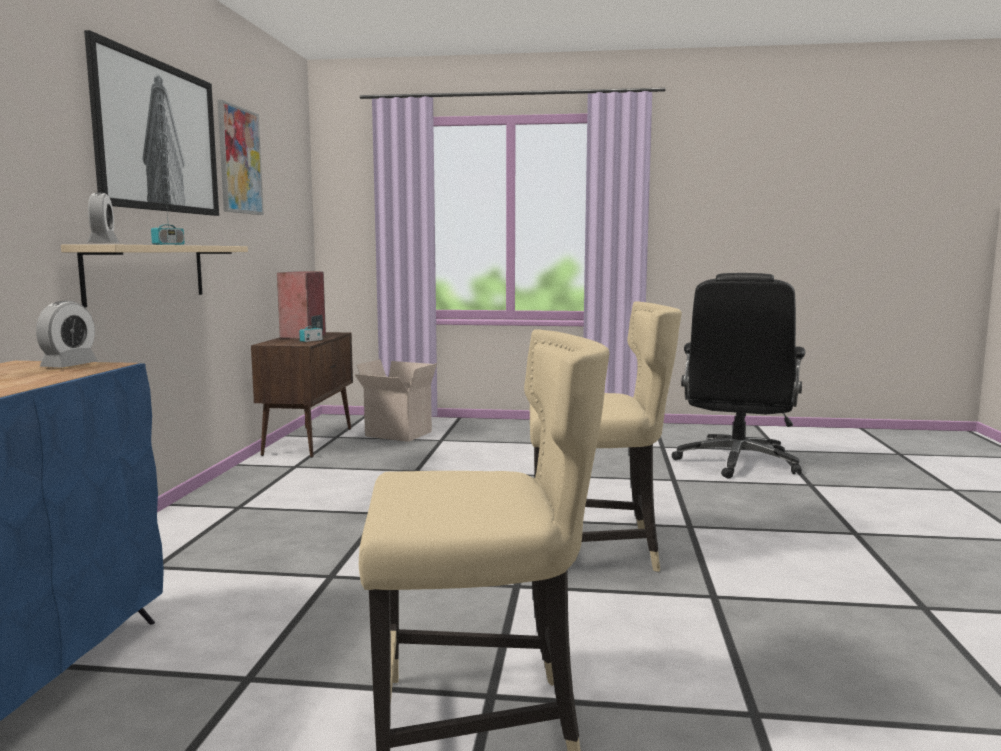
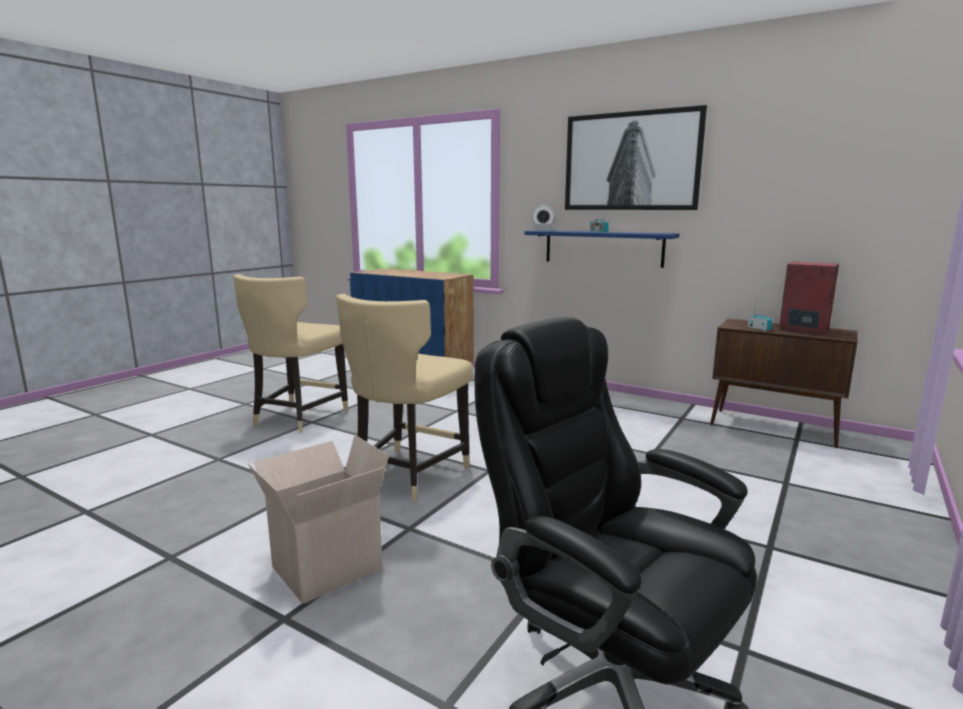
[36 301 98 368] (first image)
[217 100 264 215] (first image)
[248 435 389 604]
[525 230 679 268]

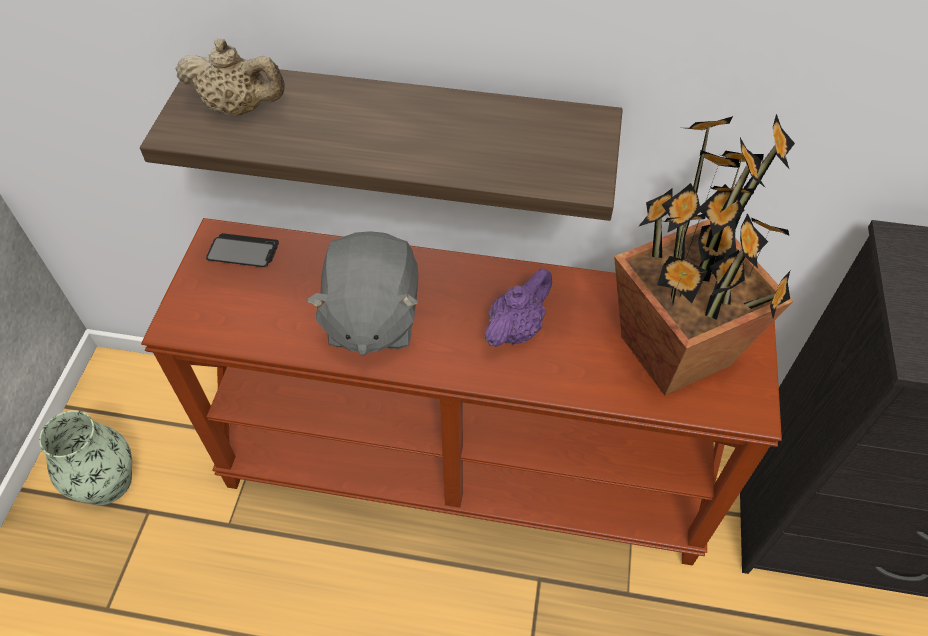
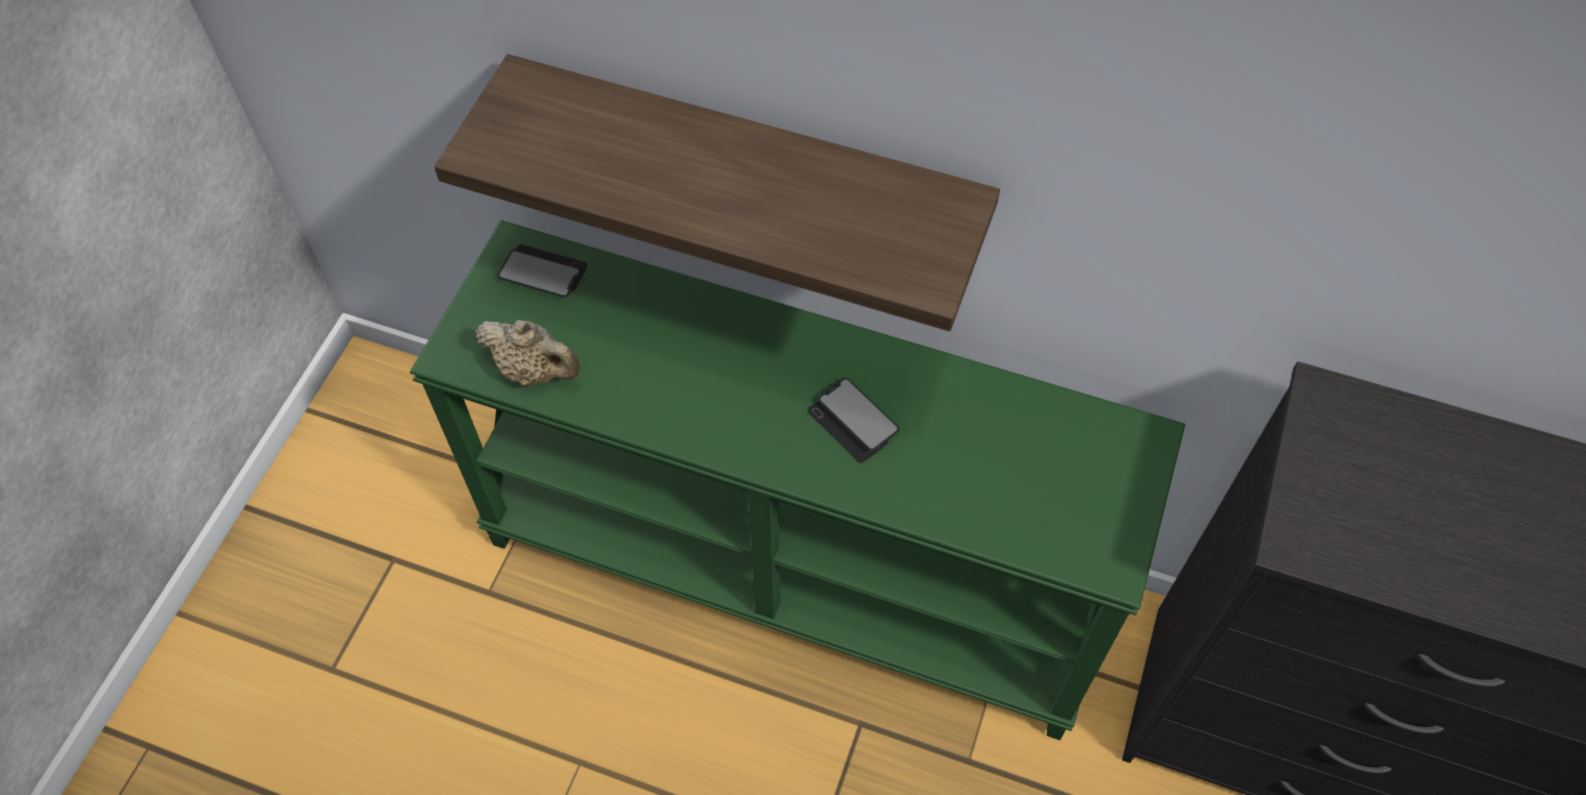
[39 410 132 505] (first image)
[306 231 419 356] (first image)
[614 114 795 395] (first image)
[475 320 581 386]
[807 378 899 463]
[410 220 1185 740]

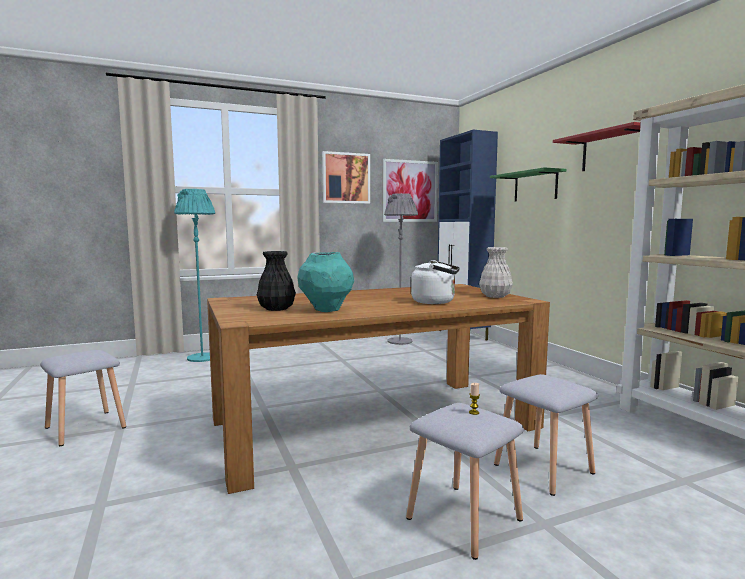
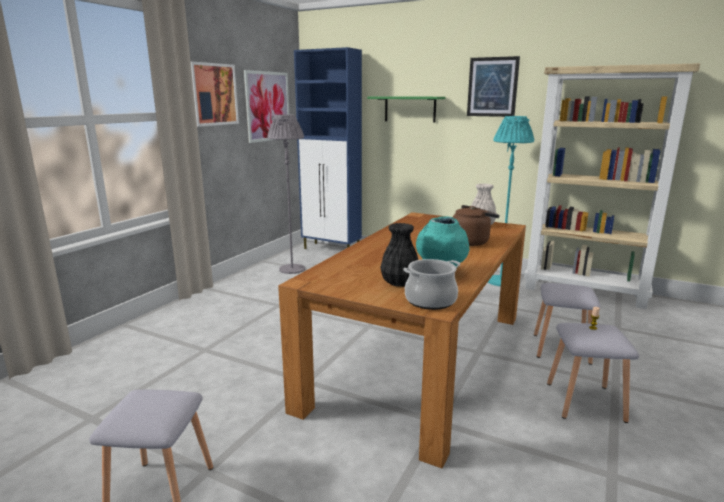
[403 259 460 310]
[488 116 534 286]
[467 56 520 117]
[453 205 499 246]

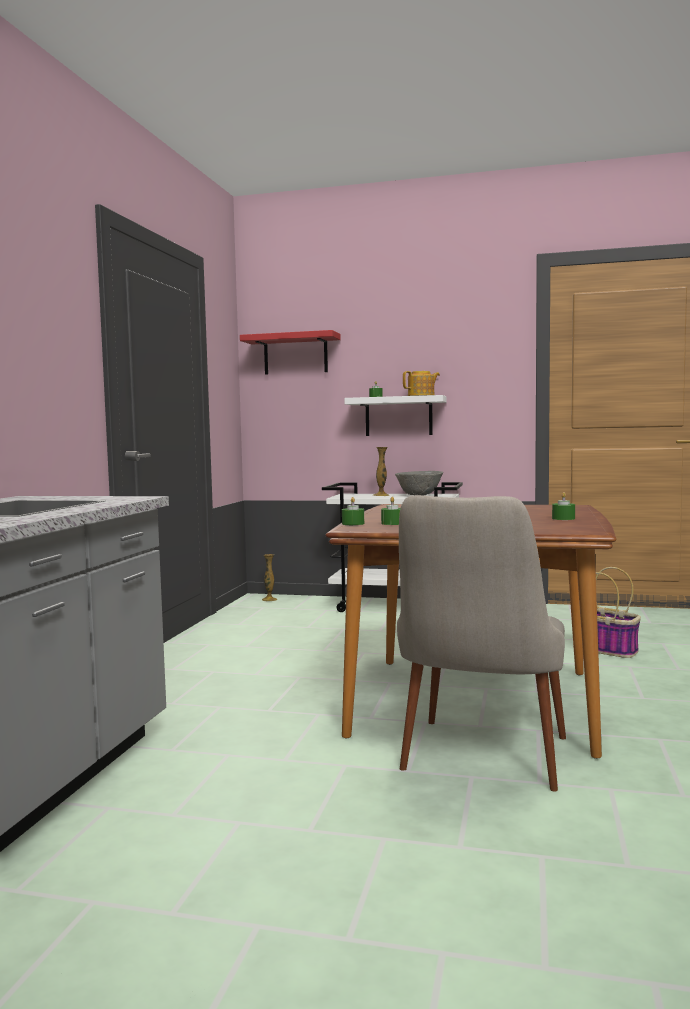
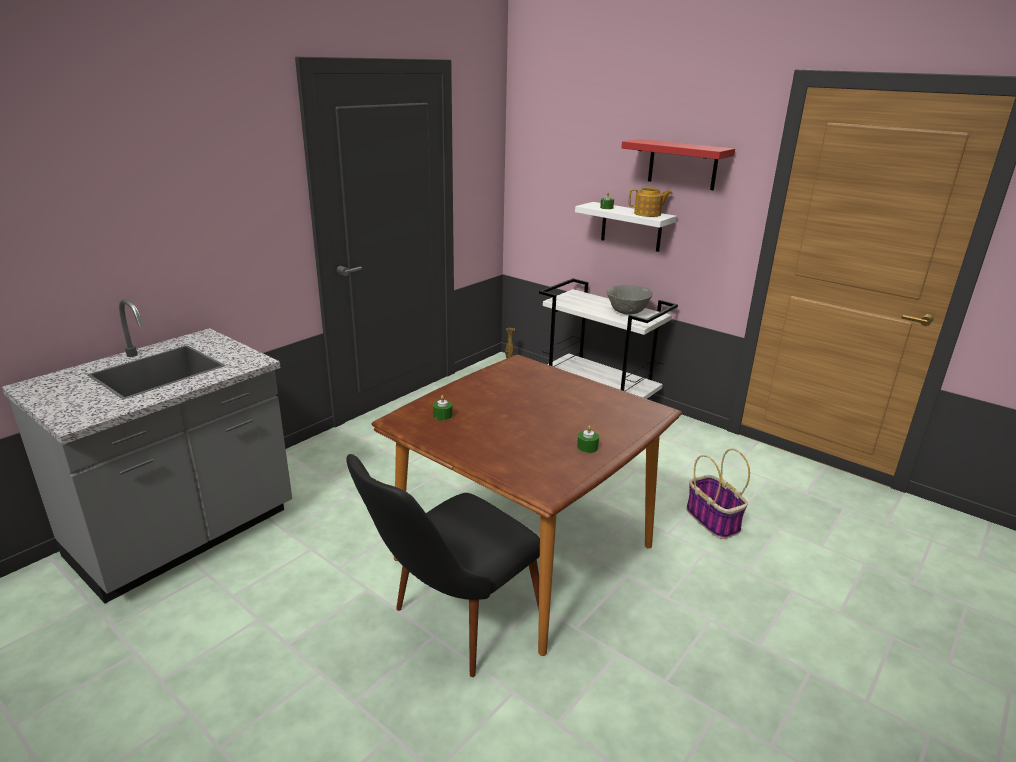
[342 497 364 525] (first image)
[373 447 390 496] (first image)
[621 139 735 190]
[346 454 540 677]

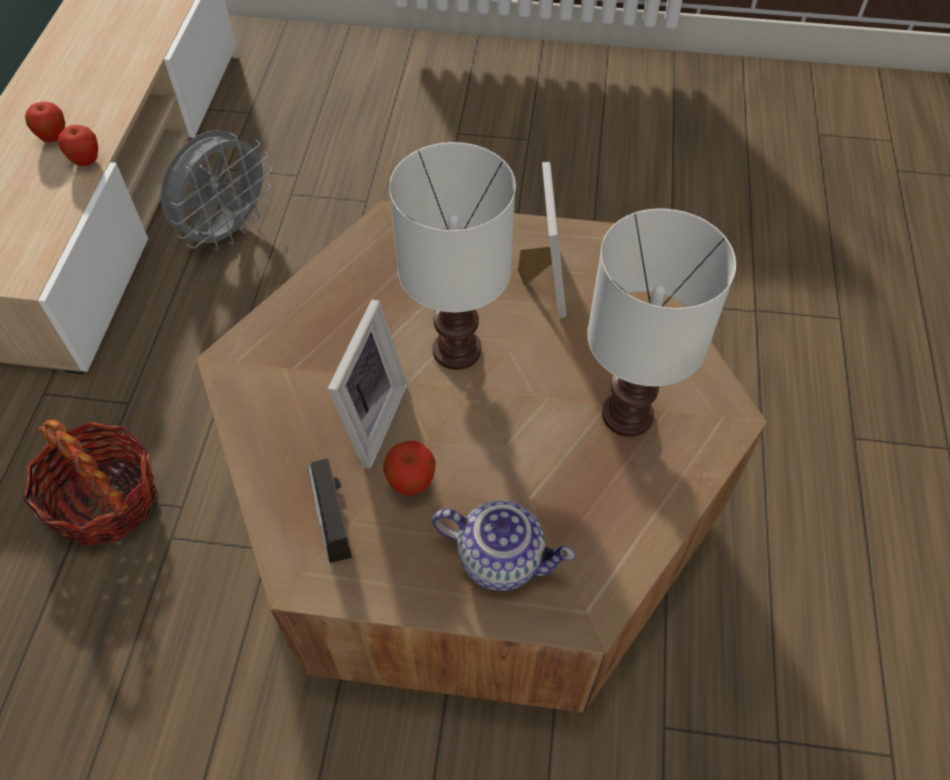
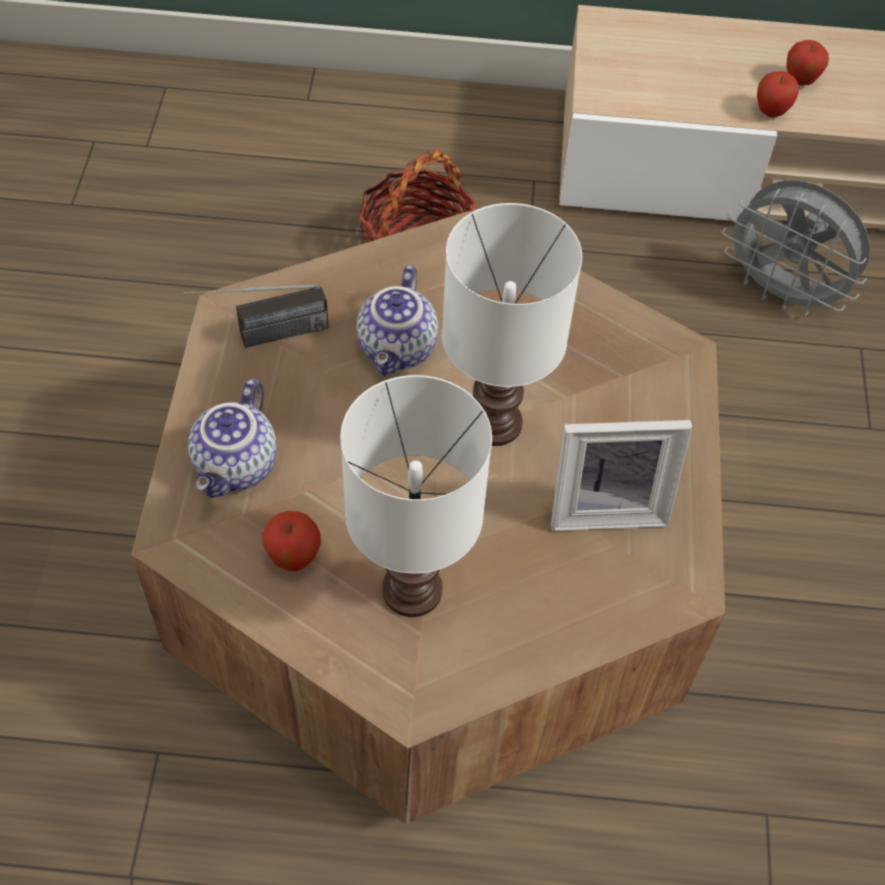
[262 511 321 571]
[357 265 438 376]

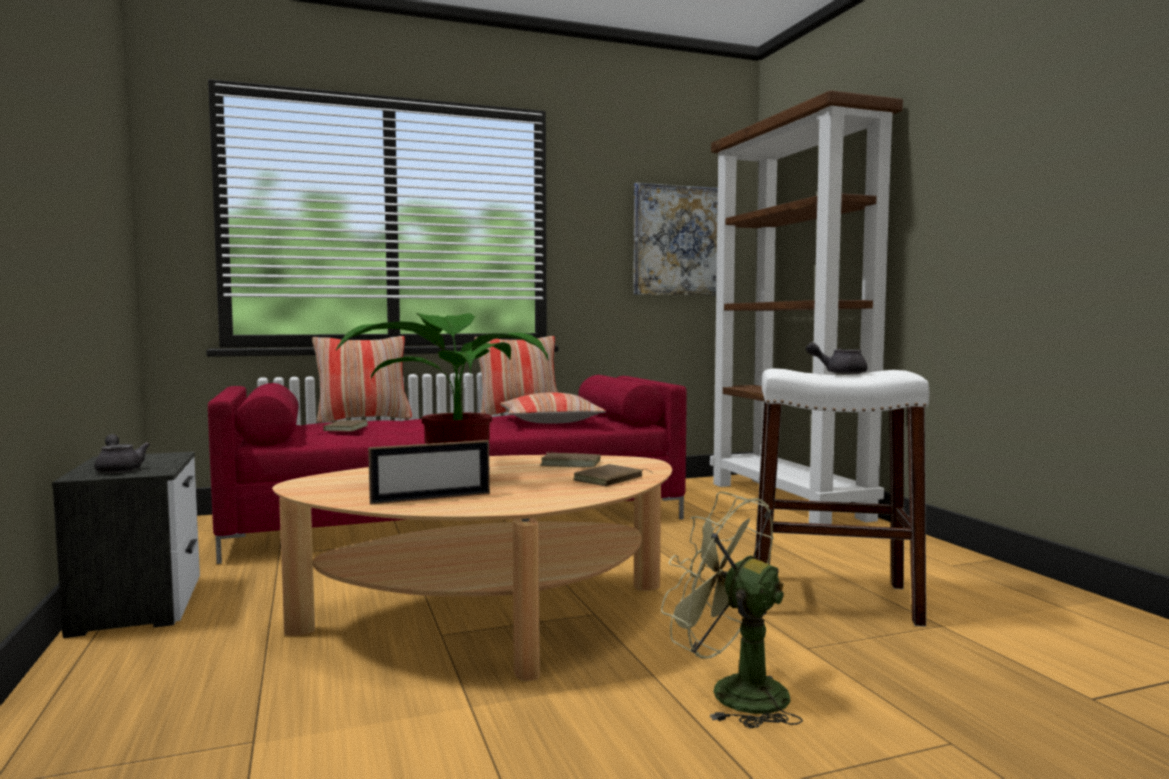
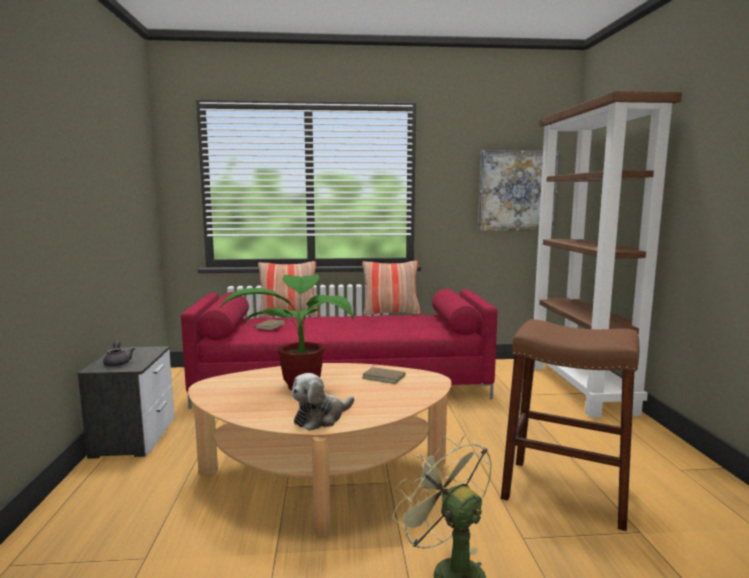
[368 440 490 505] (first image)
[500 392 606 424] (first image)
[573 464 652 486] (first image)
[806 342 867 374] (first image)
[292 373 354 431]
[501 319 639 531]

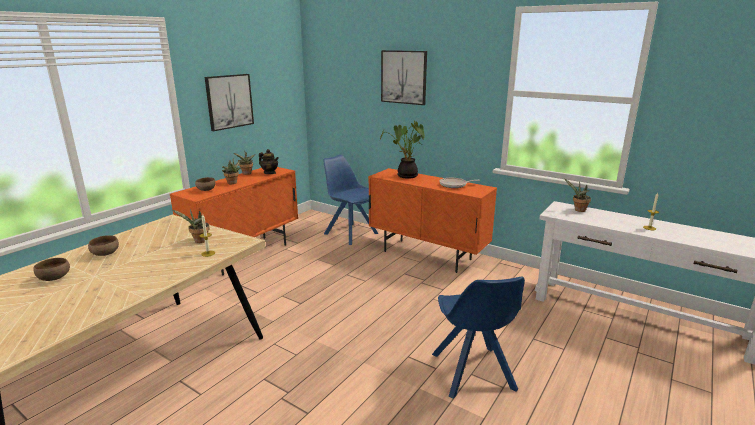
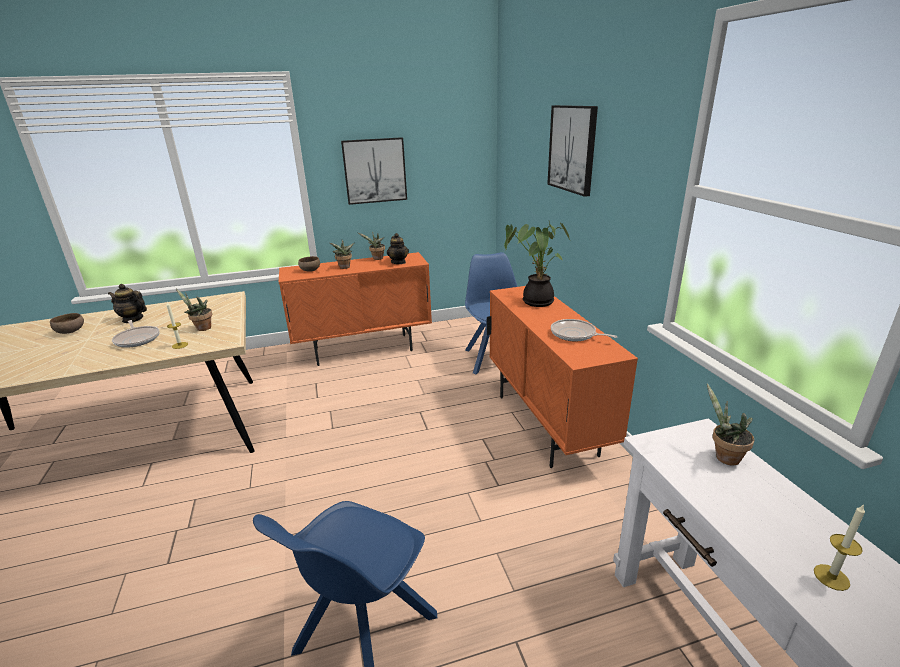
[112 320 160 348]
[108 284 147 323]

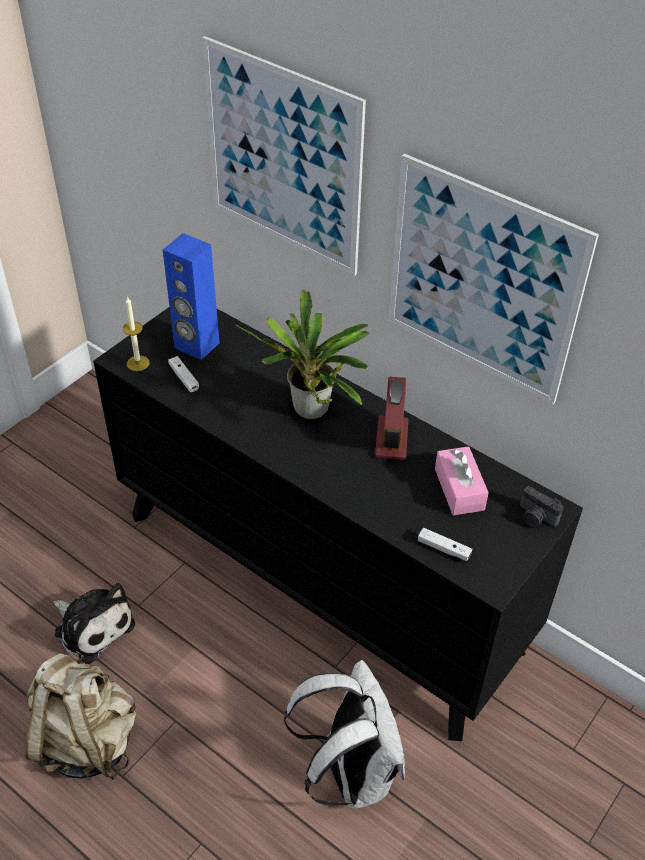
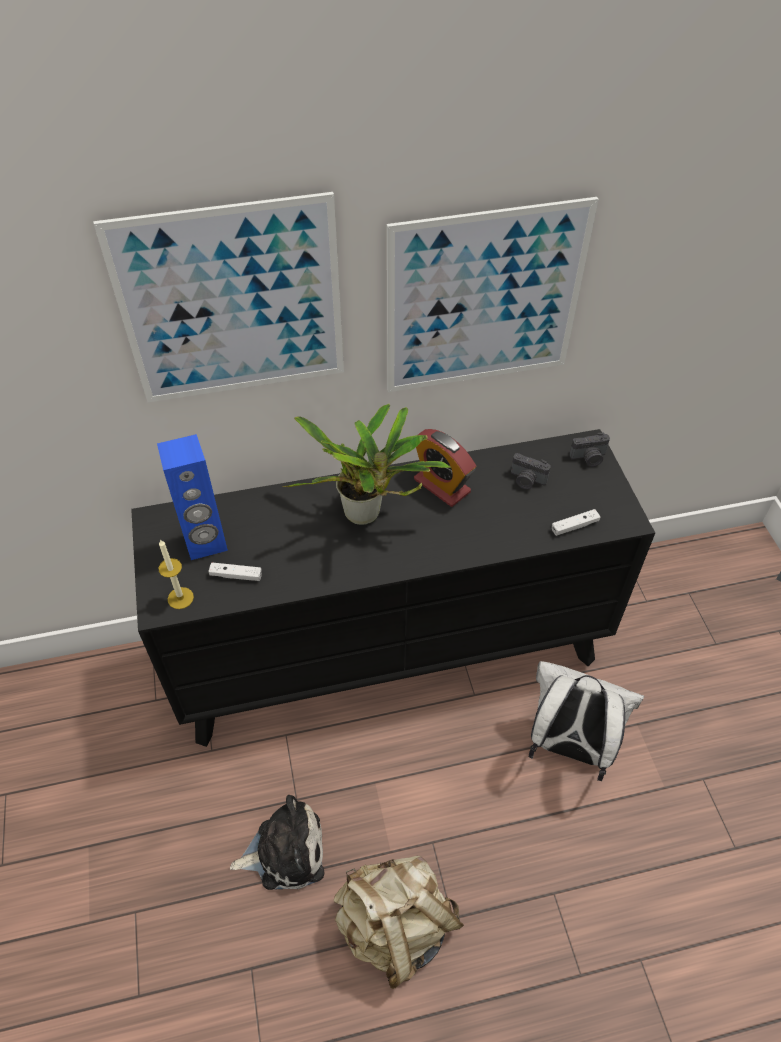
[511 453 551 489]

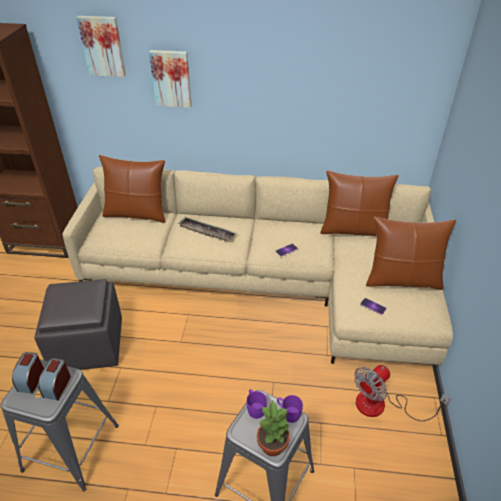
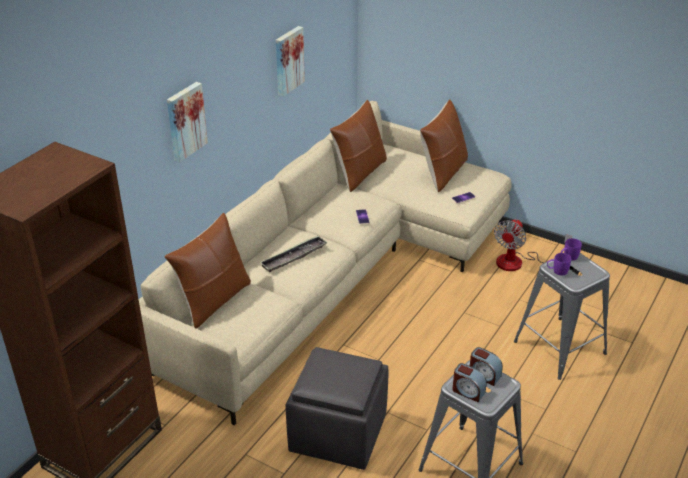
[257 400 290 456] (first image)
[276 26 305 97]
[494 219 572 271]

